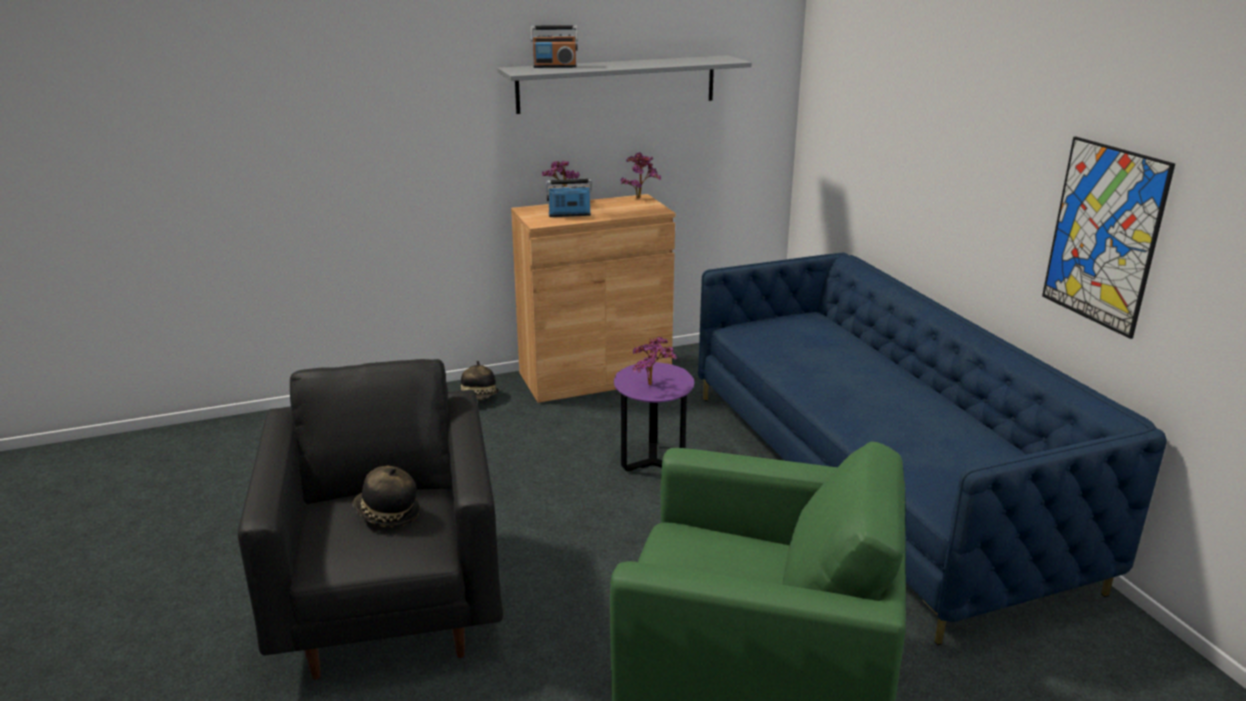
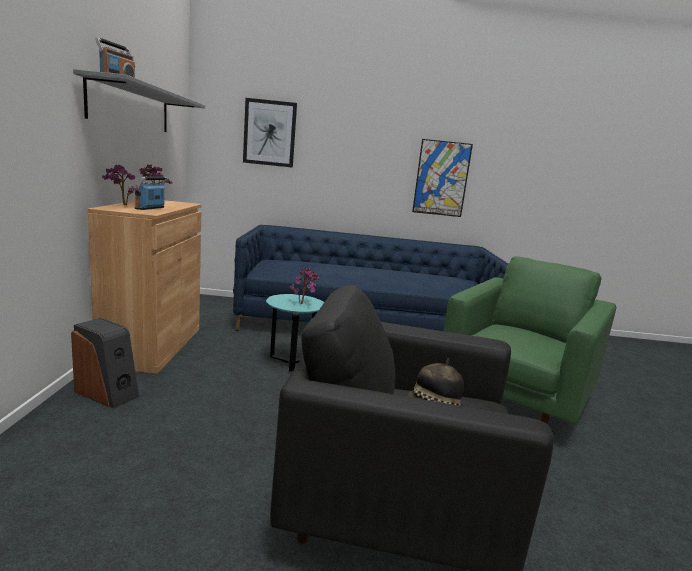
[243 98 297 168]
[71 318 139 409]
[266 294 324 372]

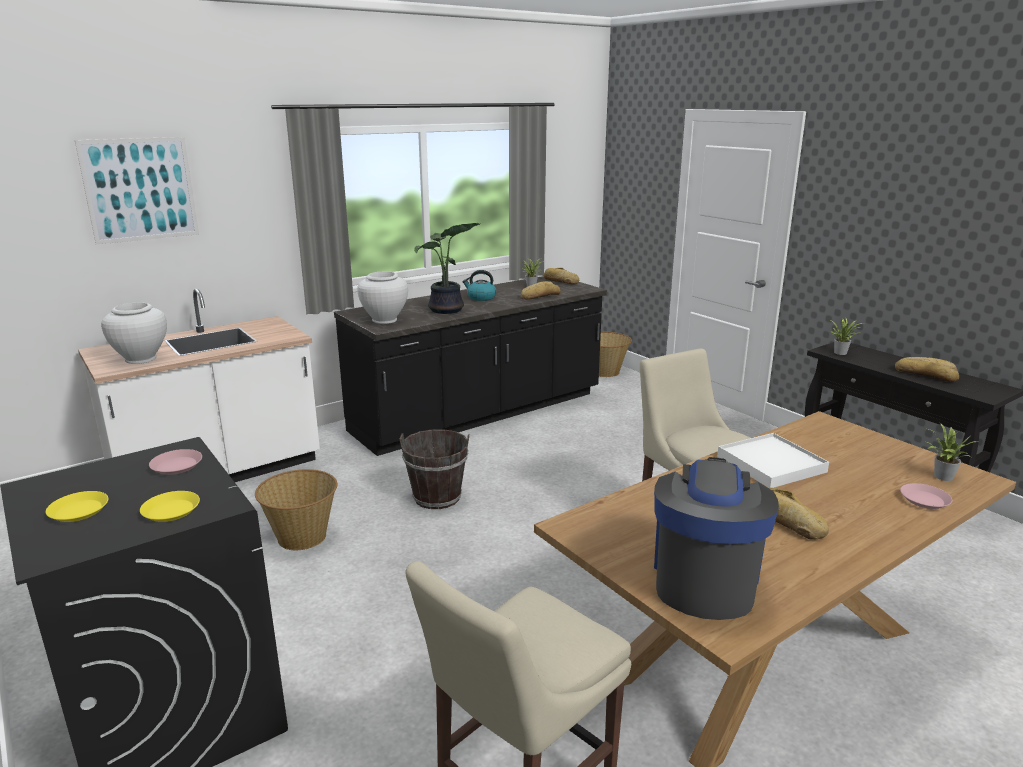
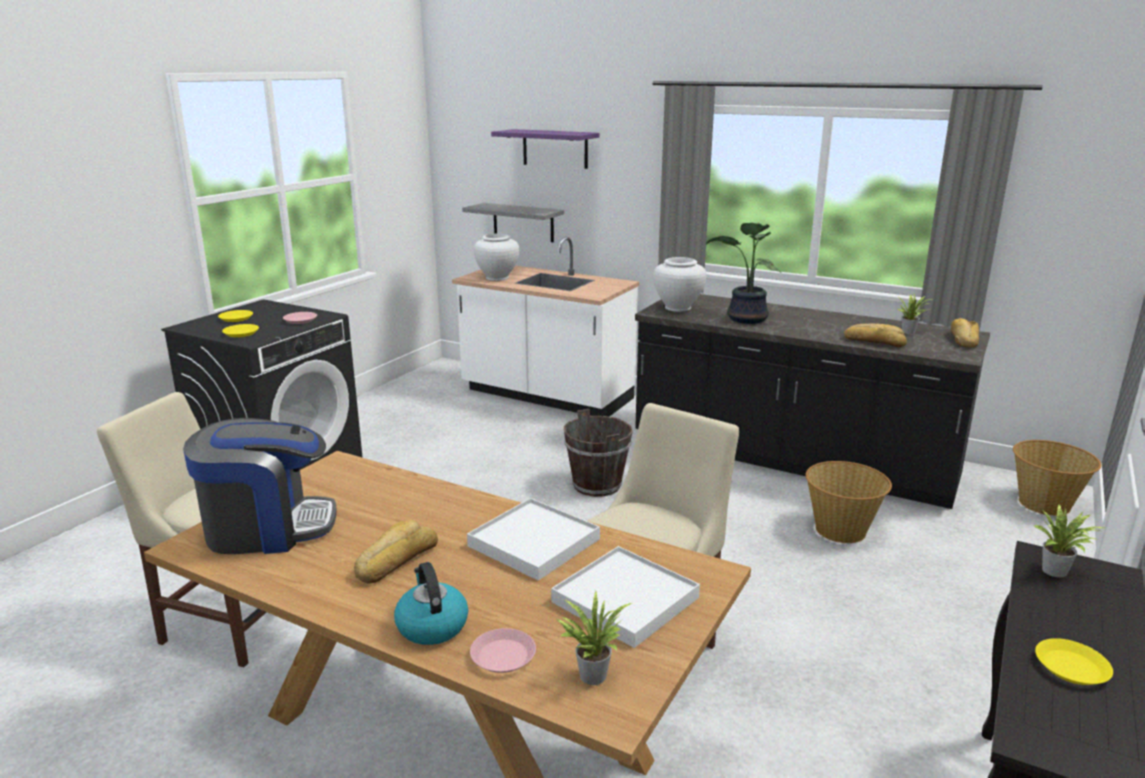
[462 203 564 242]
[551 546 700 648]
[806 461 892 543]
[394 562 468 645]
[491 129 600 169]
[1035 638 1113 685]

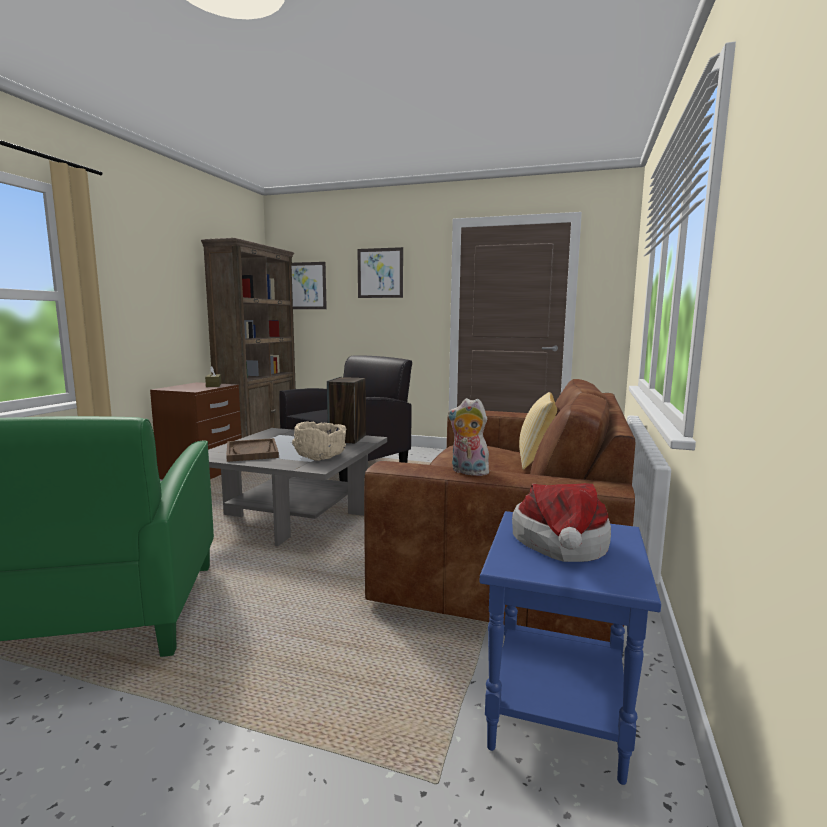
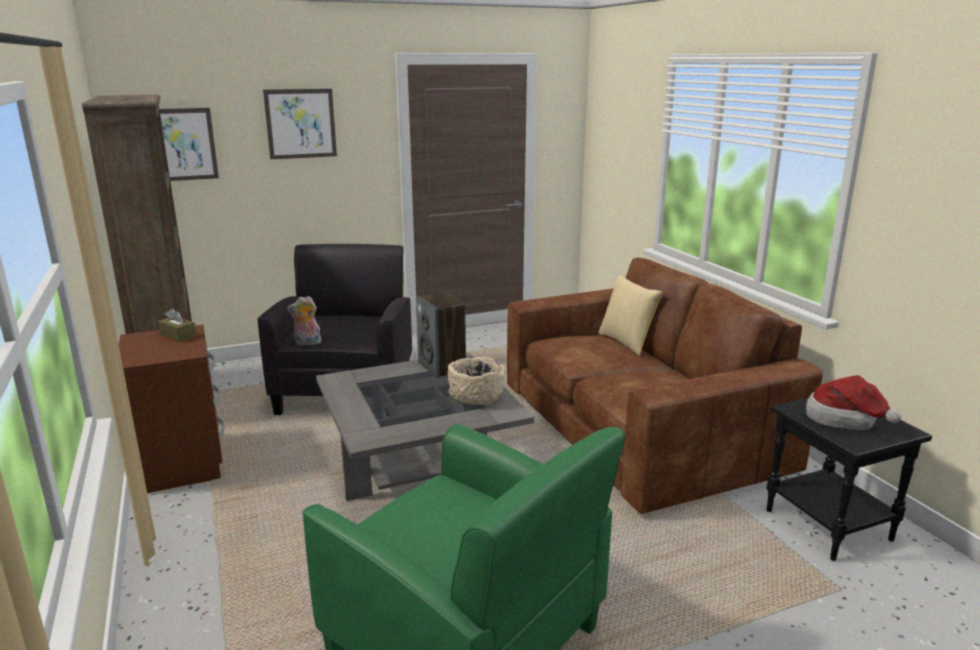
[226 438 279 462] (first image)
[287 296 321 346]
[766 398 932 561]

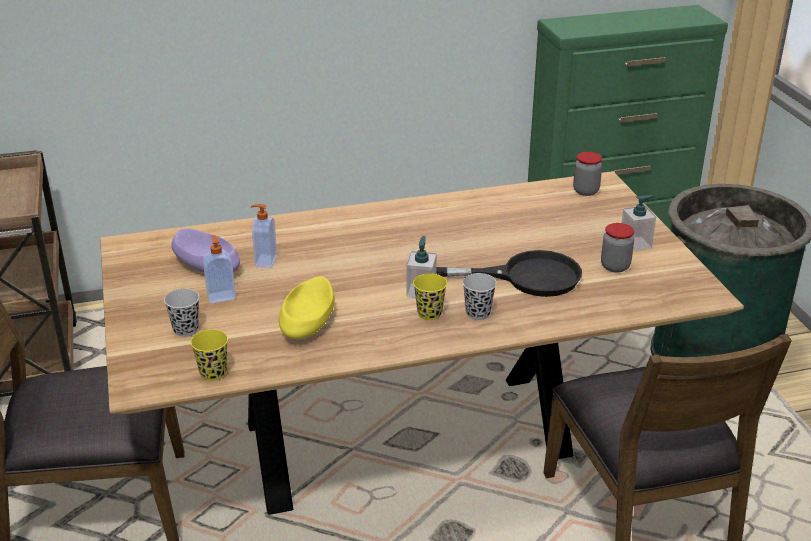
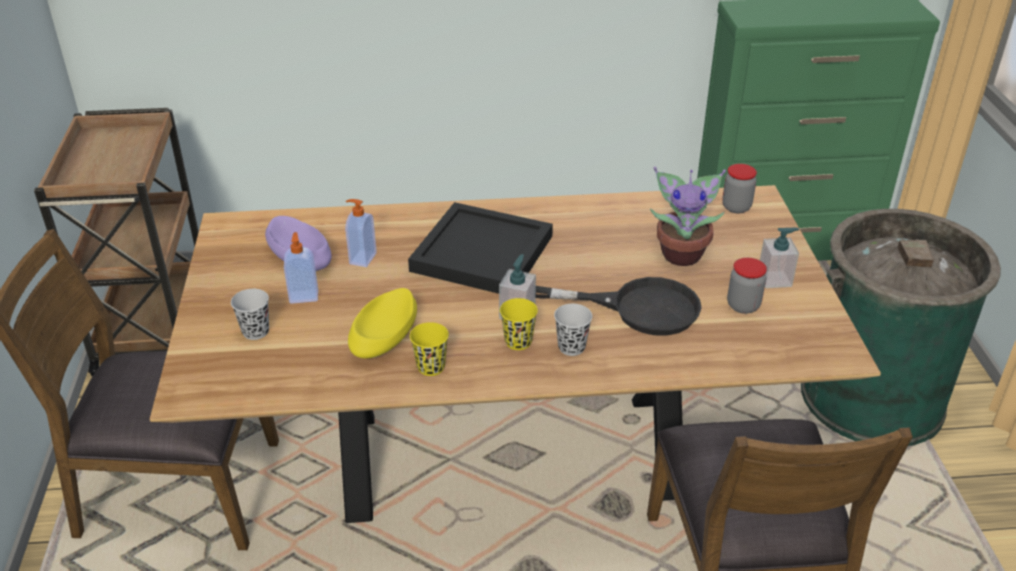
[408 202 553 294]
[650 166 726 266]
[410 322 449 376]

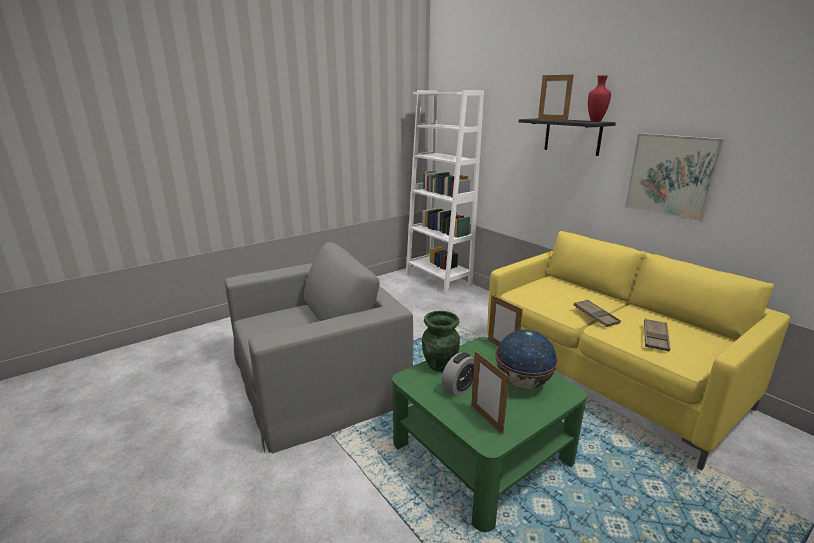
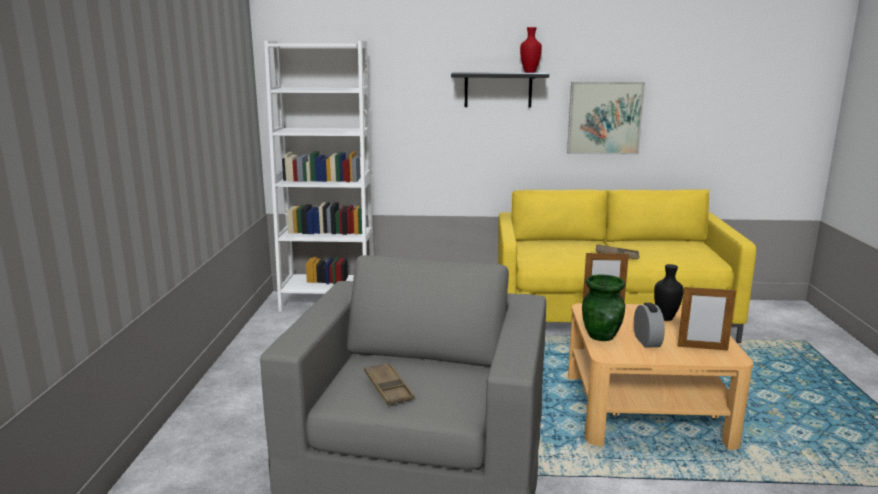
[538 73 574 121] (first image)
[364 362 414 405]
[654 264 684 321]
[568 303 753 450]

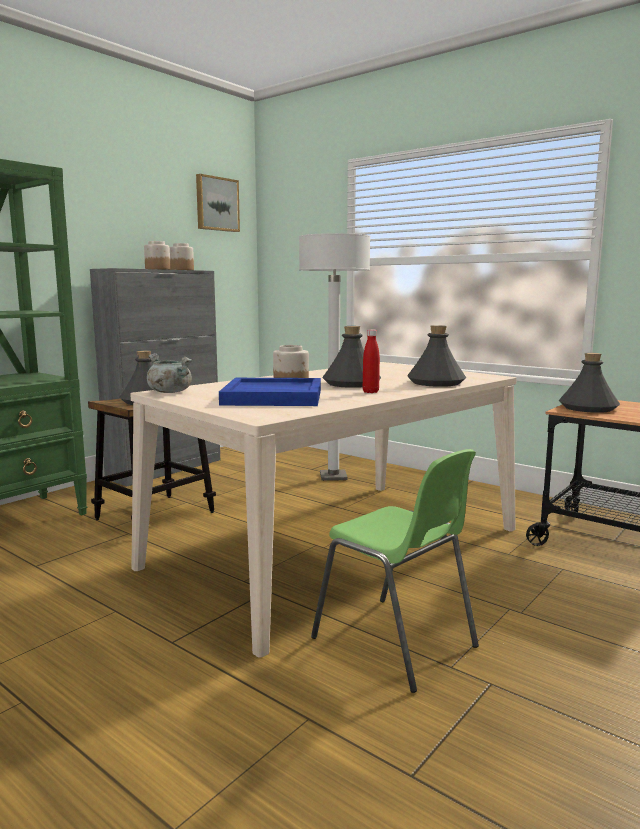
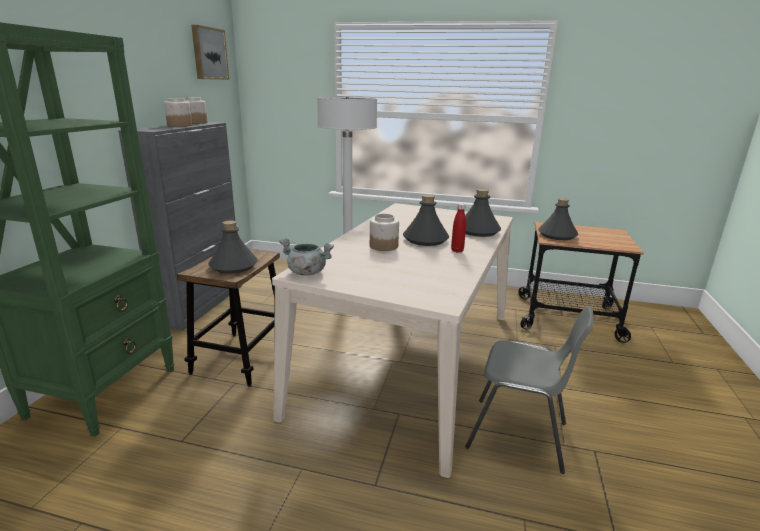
[219 378 321 406] (first image)
[465 306 594 474]

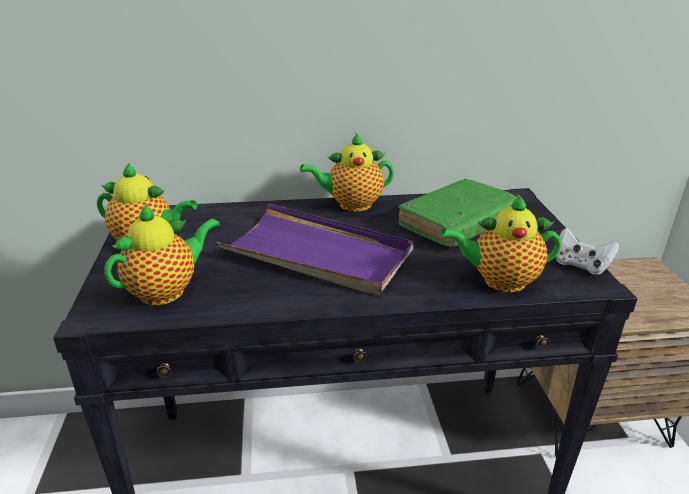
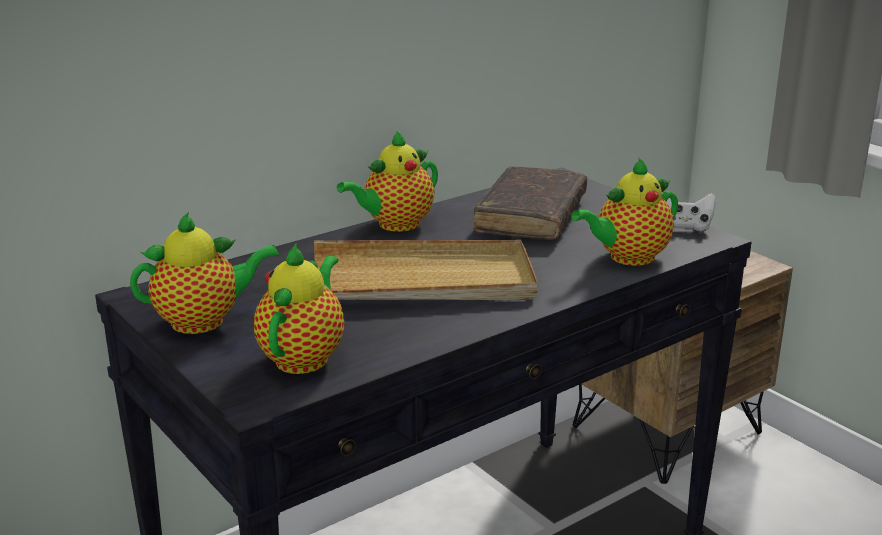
[314 240 538 300]
[473 166 587 240]

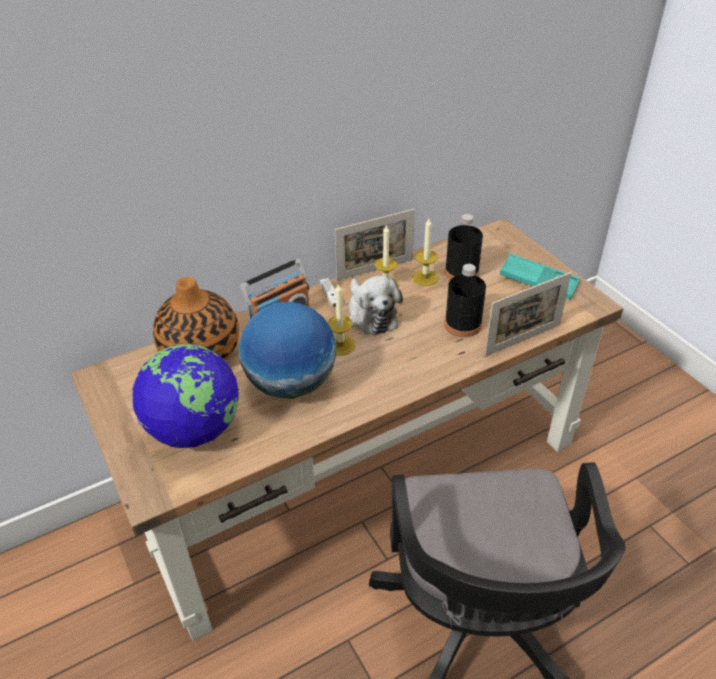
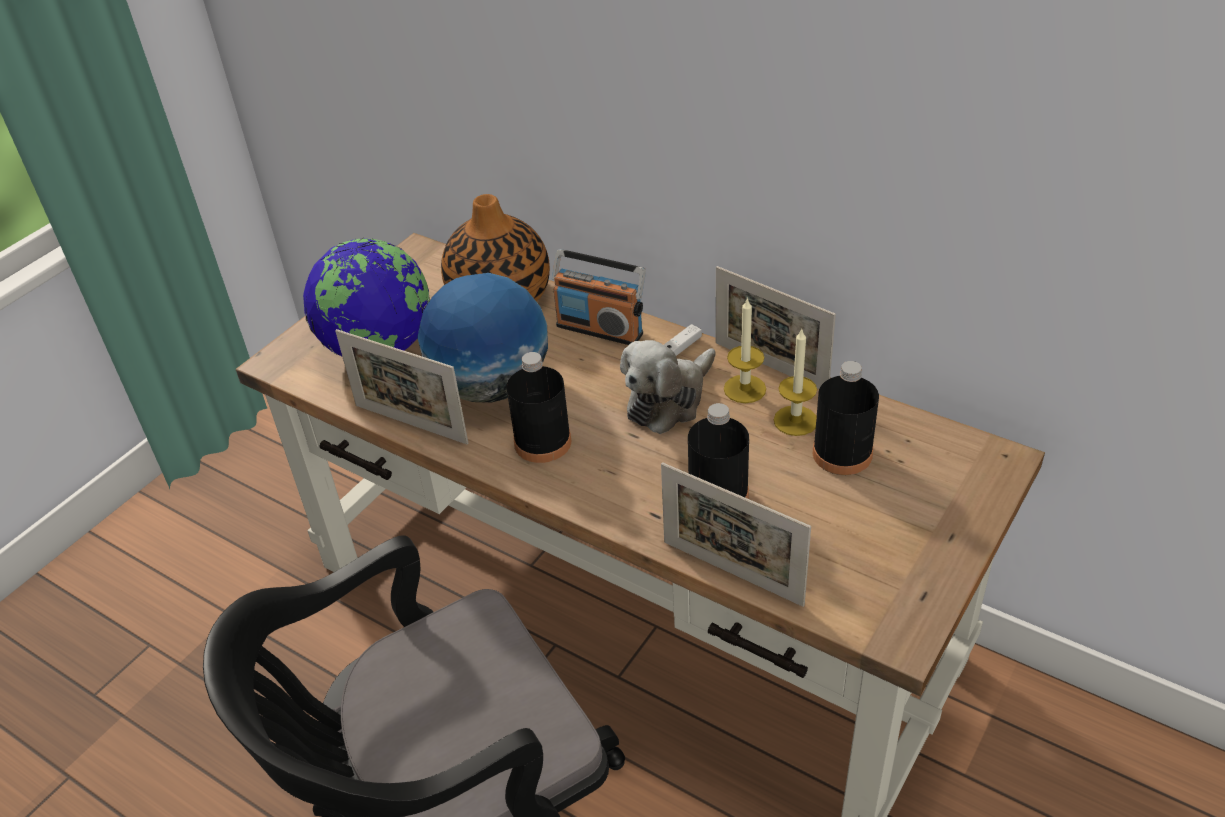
[328 284 355 356] (first image)
[500 254 580 300] (first image)
[335 329 468 444]
[506 352 571 463]

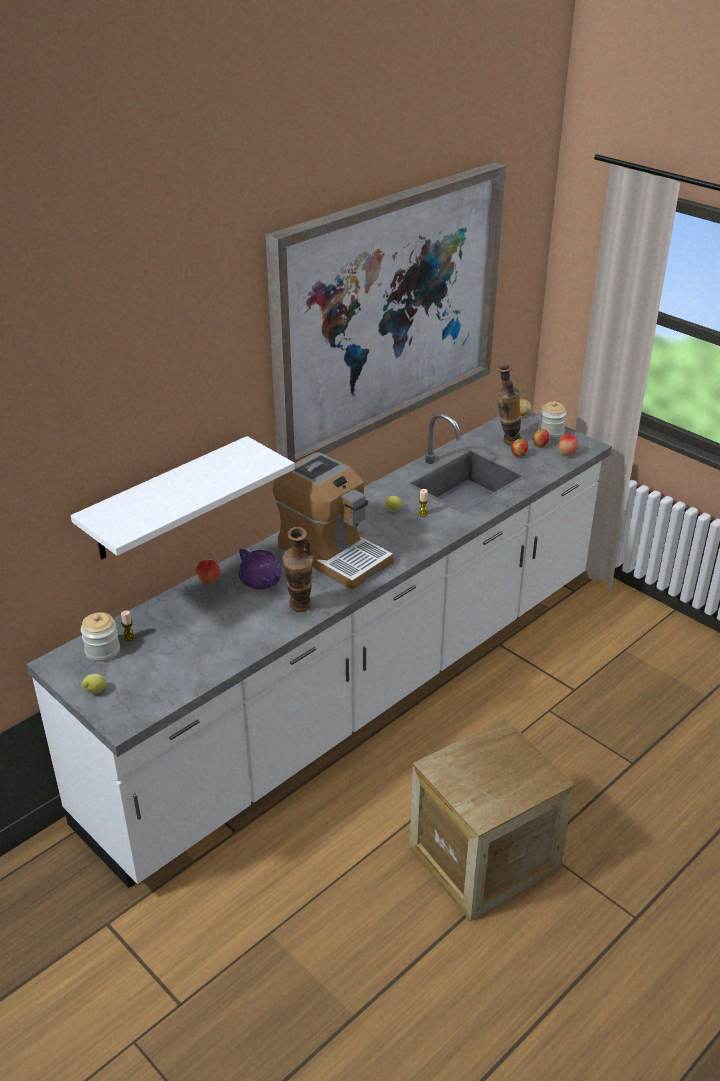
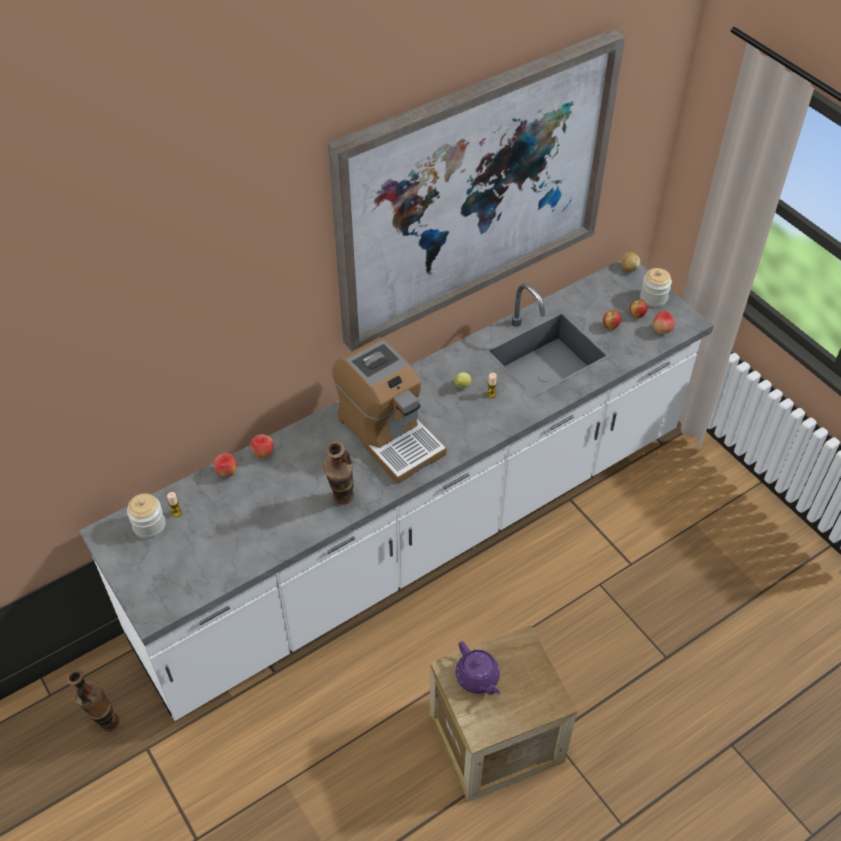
[71 436 295 559] (first image)
[81 674 106 693] (first image)
[214 453 237 477]
[456 641 500 695]
[66 669 119 732]

